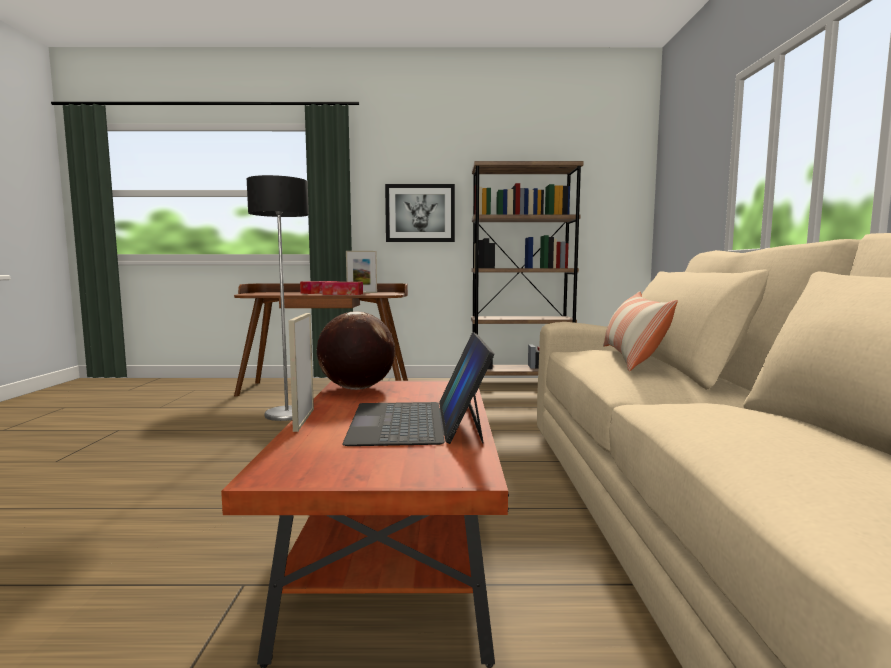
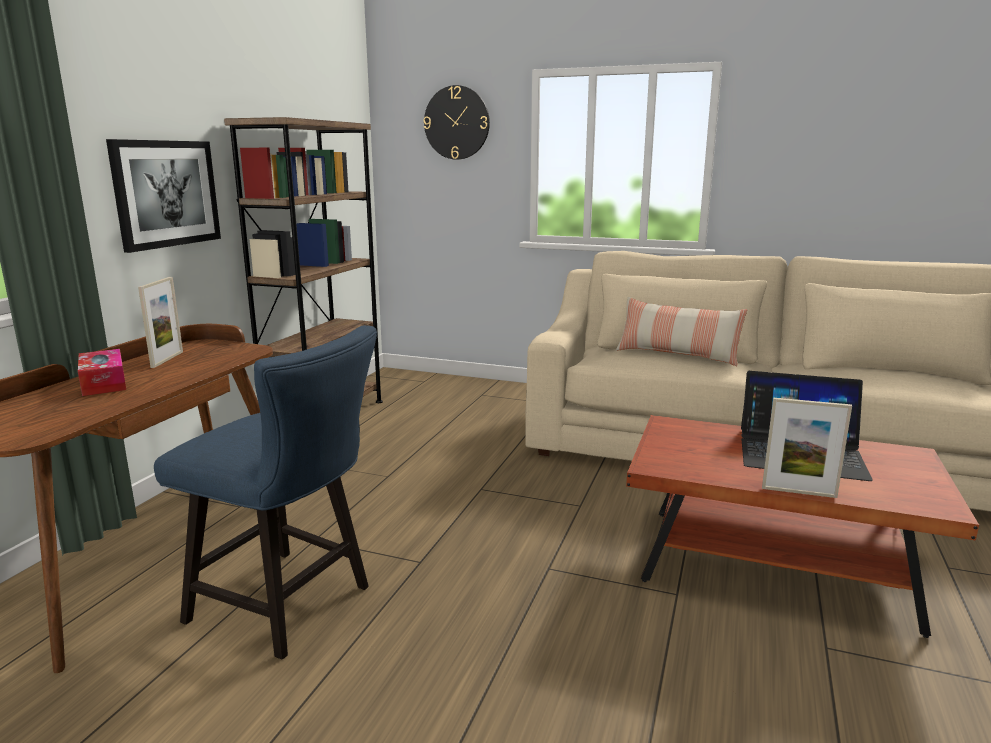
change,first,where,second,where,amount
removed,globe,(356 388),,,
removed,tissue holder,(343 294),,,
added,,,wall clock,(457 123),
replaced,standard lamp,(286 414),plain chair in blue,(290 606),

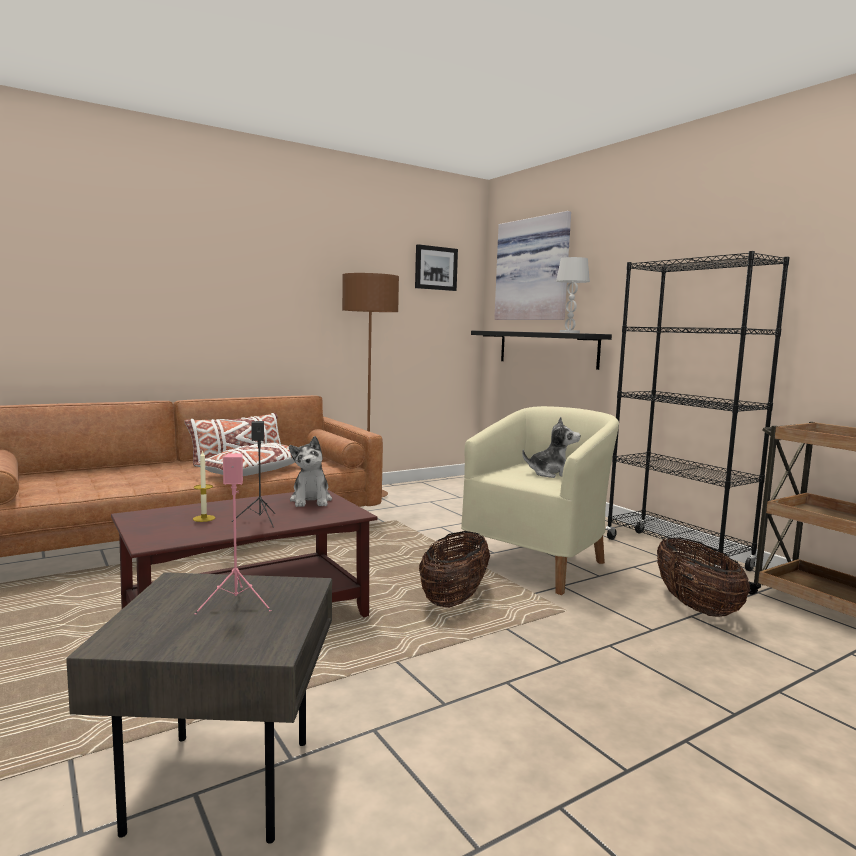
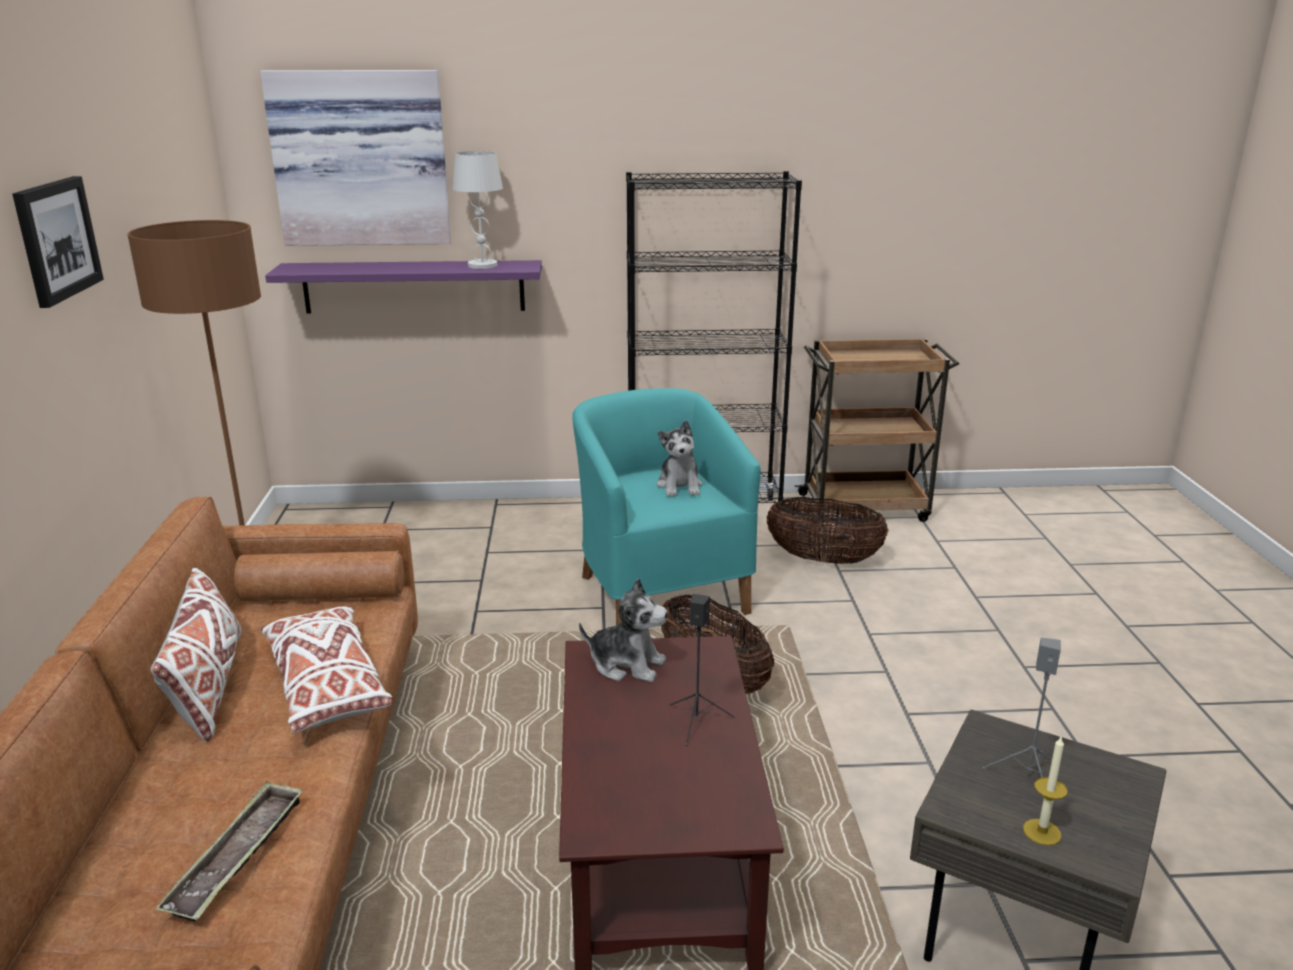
change,first,where,second,where,amount
added,,,serving tray,(237 857),
moved,candle,(204 518),,(1042 832),
moved,wall art,(435 268),,(56 239),
recoloured,loudspeaker in pinkish,(237 603),loudspeaker in grey,(1028 777),
recoloured,lounge chair in beige,(539 563),lounge chair in turquoise,(659 592),
recoloured,bracket shelf in black,(547 348),bracket shelf in purple-coloured,(414 286),
turned,plush toy,(551 474),,(679 486),135 degrees clockwise

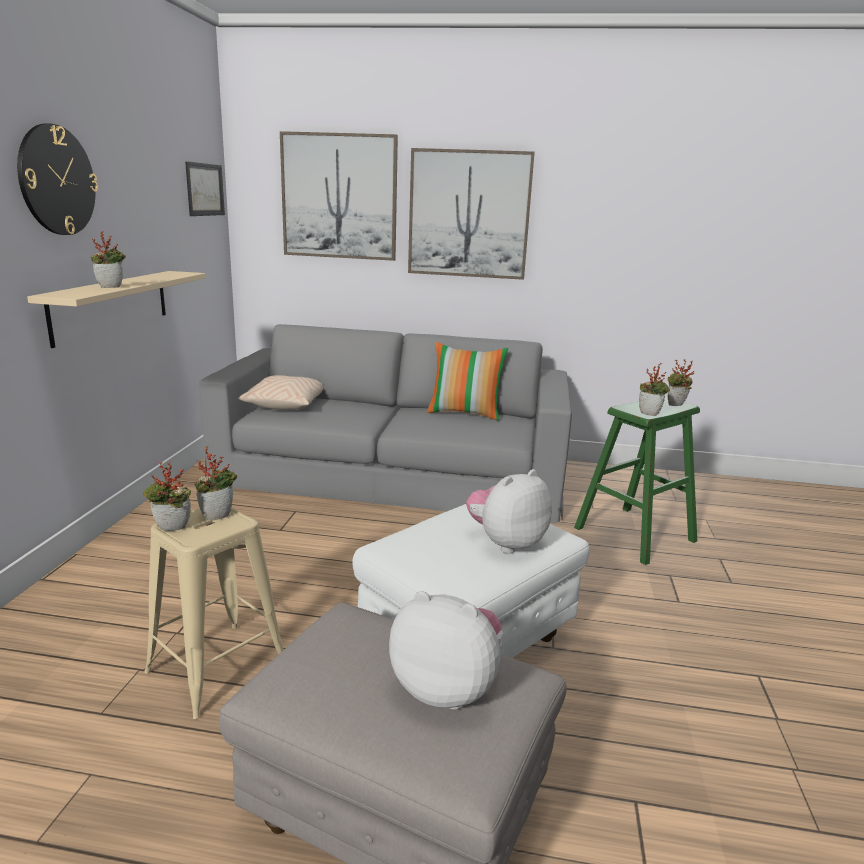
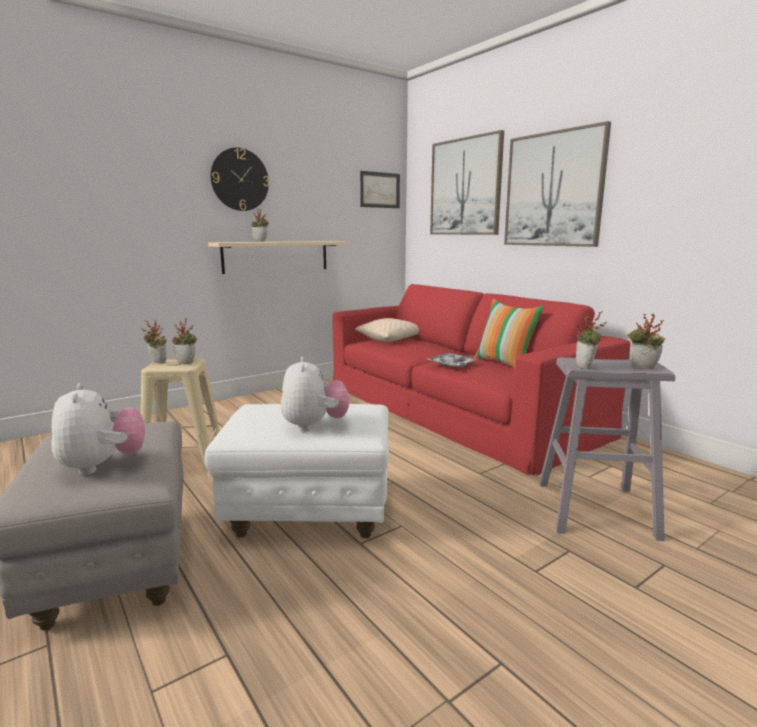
change,first,where,second,where,amount
added,,,serving tray,(451 364),
recoloured,sofa in grey,(393 472),sofa in reddish,(456 407),
recoloured,stool seat in greenish,(635 534),stool seat in grey,(595 509),
turned,plush toy,(506 543),,(314 426),75 degrees clockwise

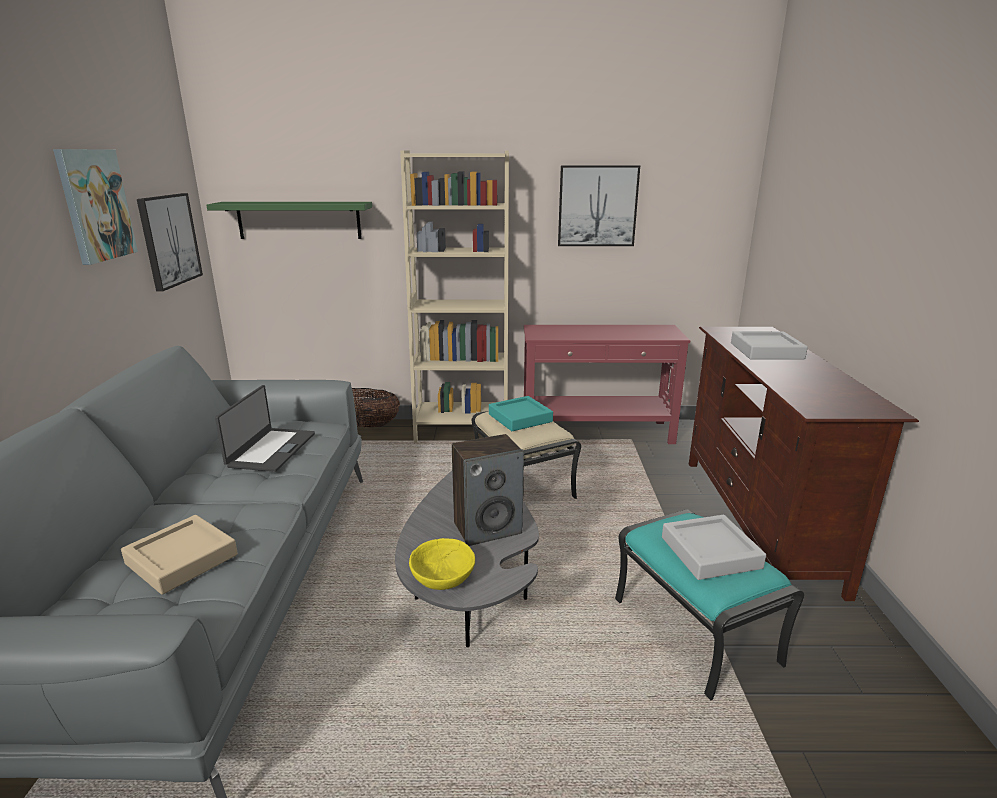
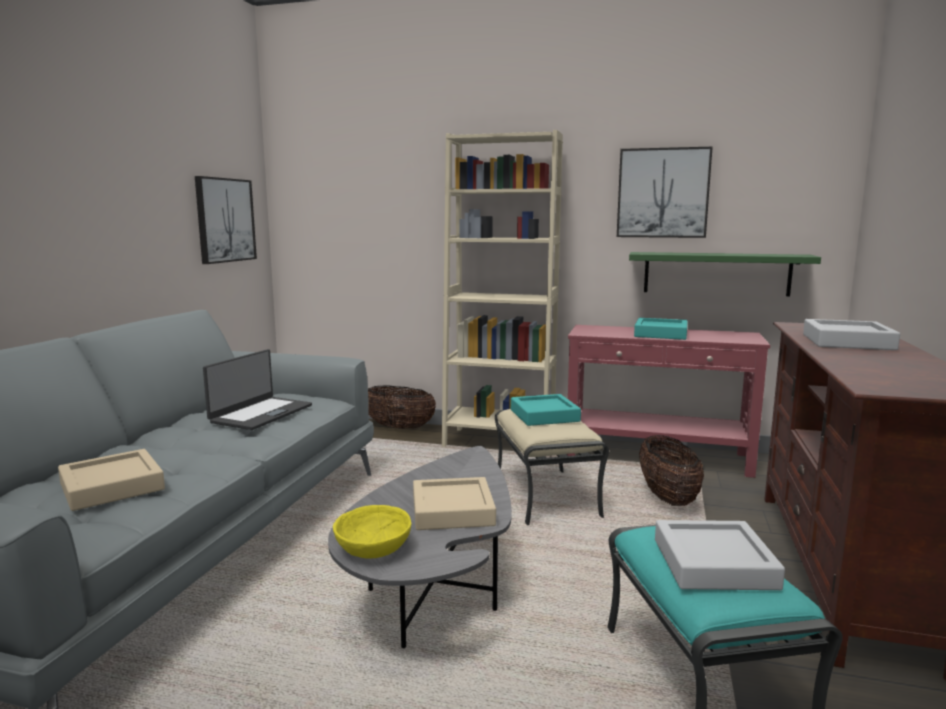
change,first,where,second,where,amount
removed,wall art,(95 205),,,
added,,,serving tray in turquoise,(660 334),
added,,,household basket,(667 497),
moved,bracket shelf in greenish,(299 220),,(716 273),
replaced,loudspeaker,(488 528),serving tray in beige,(452 511),

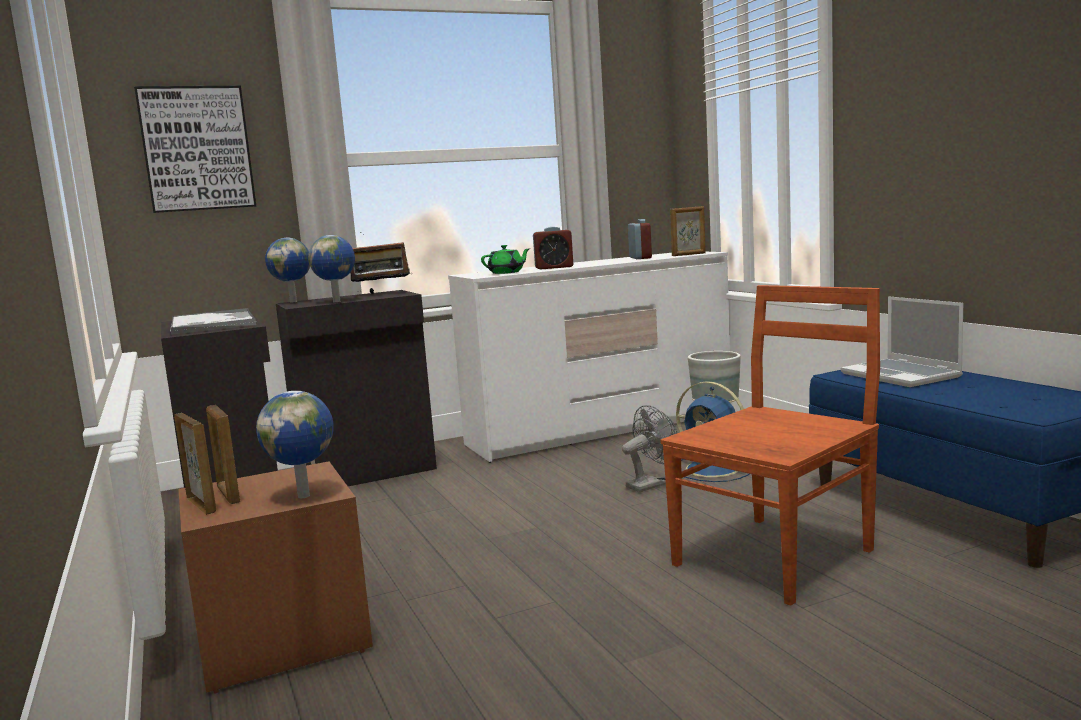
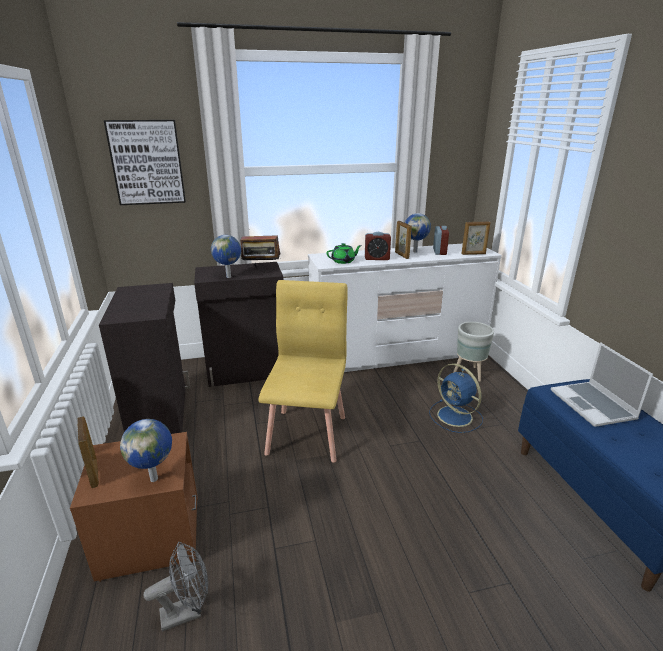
change,first,where,second,where,amount
removed,serving tray,(213 323),,,
removed,plain chair in brownish,(776 556),,,
added,,,plain chair in yellow-coloured,(307 434),
moved,standing frame,(228 495),,(401 255),
moved,globe,(294 301),,(415 251),
moved,fan in grey,(651 484),,(187 611),

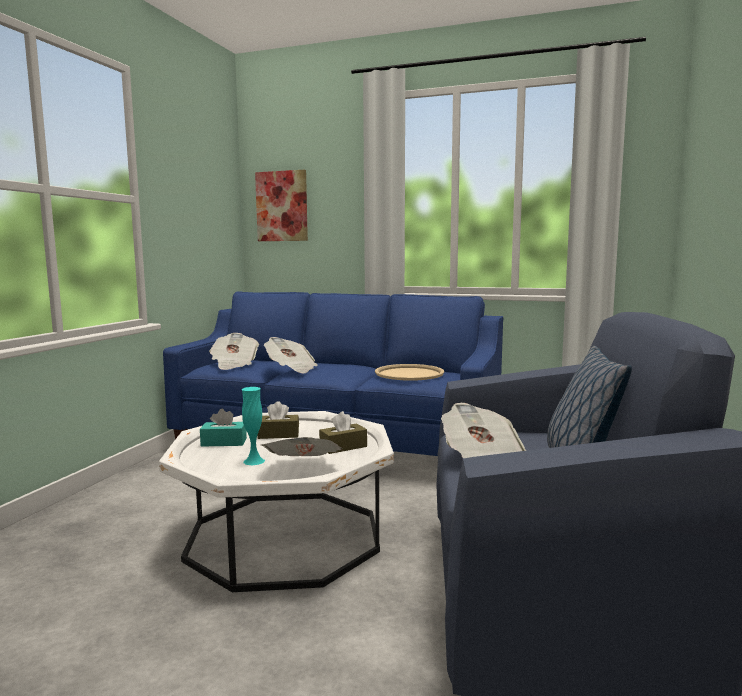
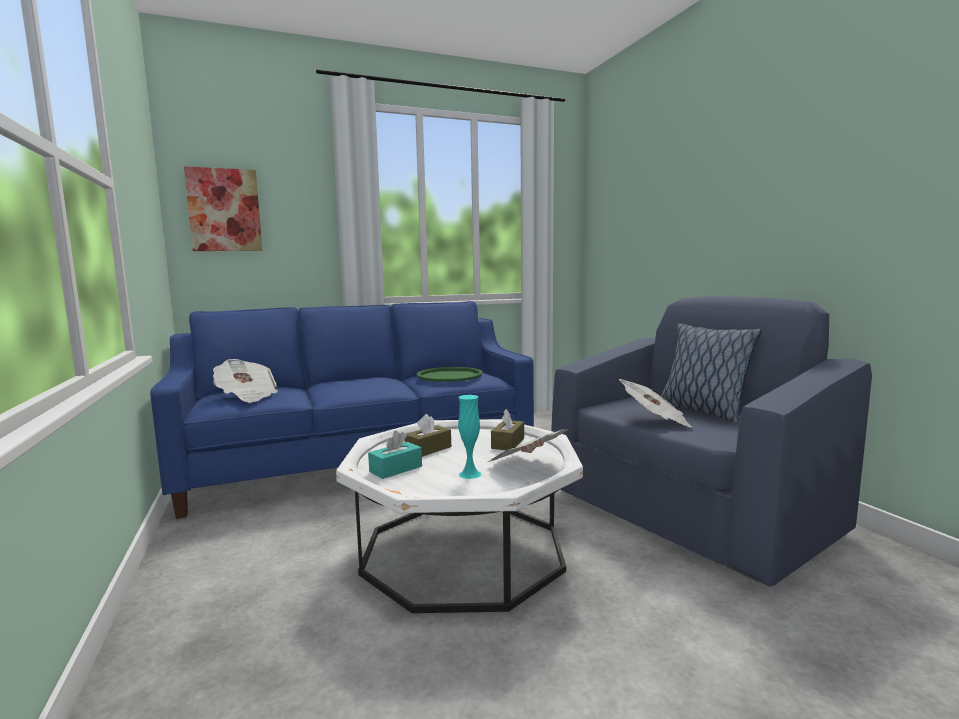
change,first,where,second,where,amount
removed,newspaper,(291 369),,,
recoloured,serving tray in beige,(409 373),serving tray in greenish,(449 375),

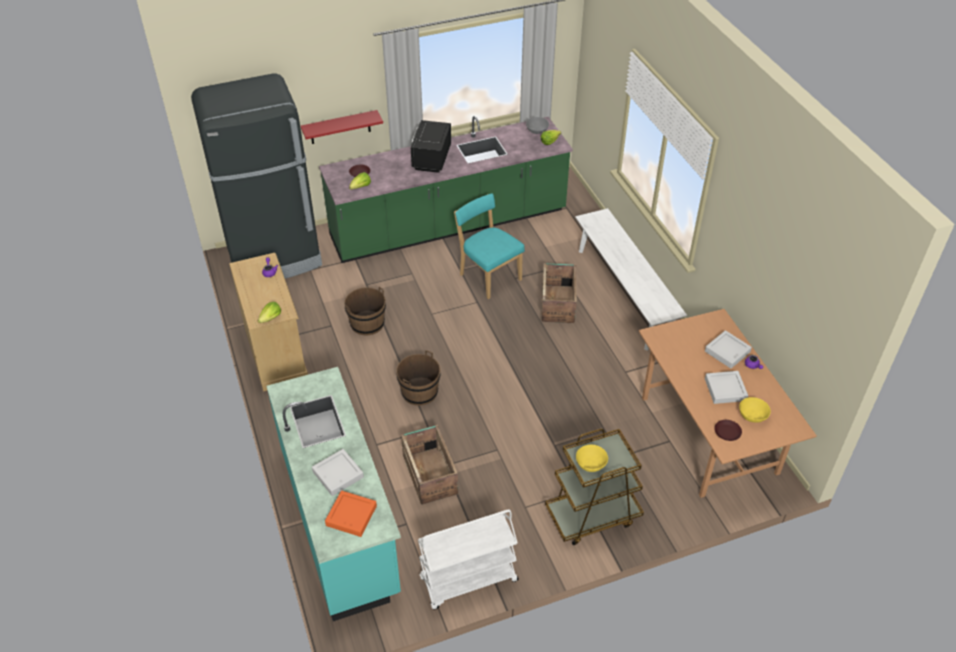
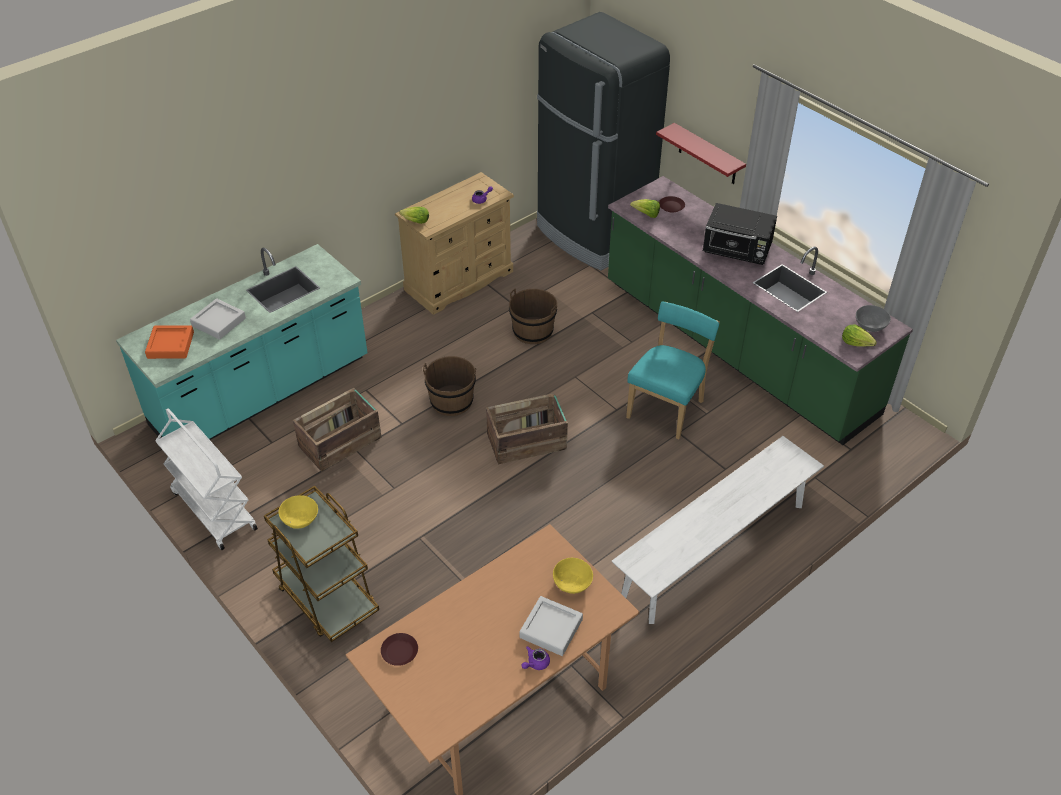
change,first,where,second,where,amount
removed,serving tray in grey,(725 389),,,
moved,packing crate,(558 303),,(528 442),
moved,serving bowl in yellow-coloured,(752 415),,(572 583),
turned,kitchen microwave in black,(431 159),,(737 251),150 degrees counterclockwise

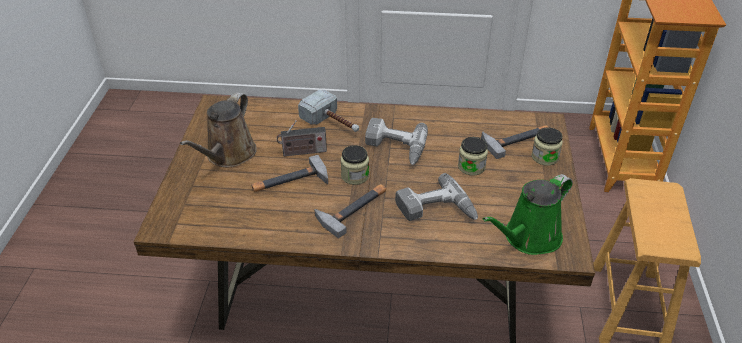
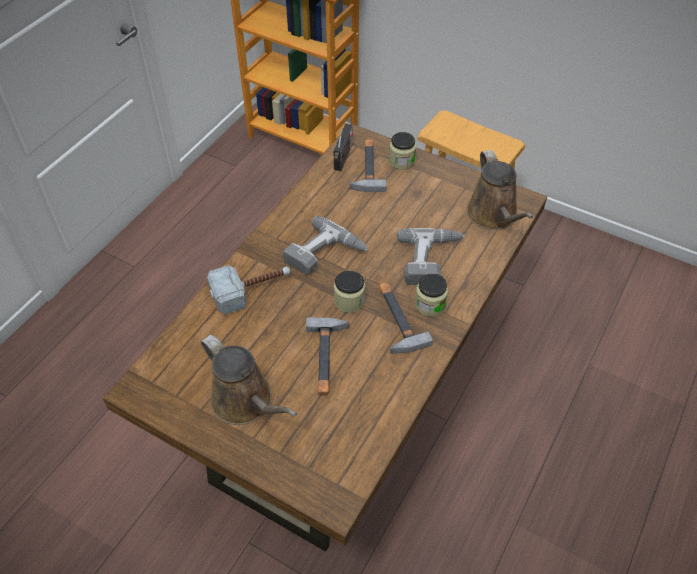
change,first,where,second,where,amount
moved,radio receiver,(302 152),,(343 158),
moved,preserve jar,(471 167),,(430 304),
recoloured,watering pot in greenish,(528 238),watering pot in brownish,(494 216),

